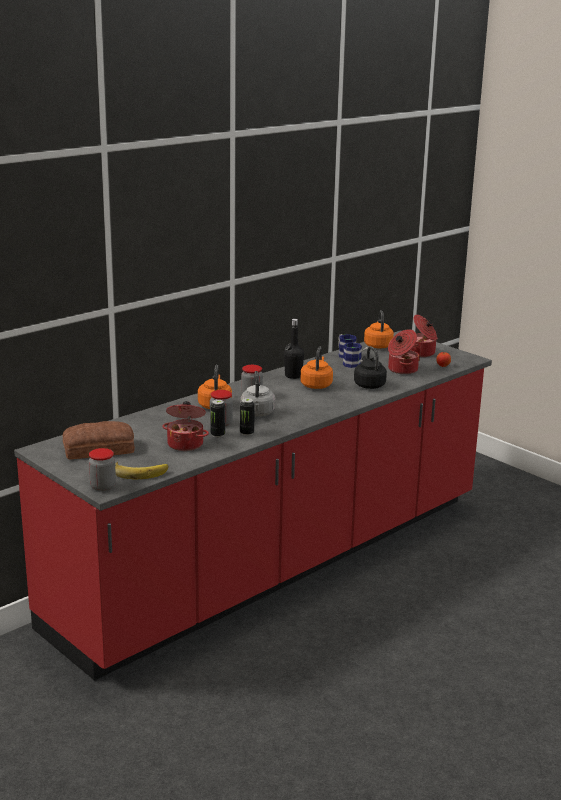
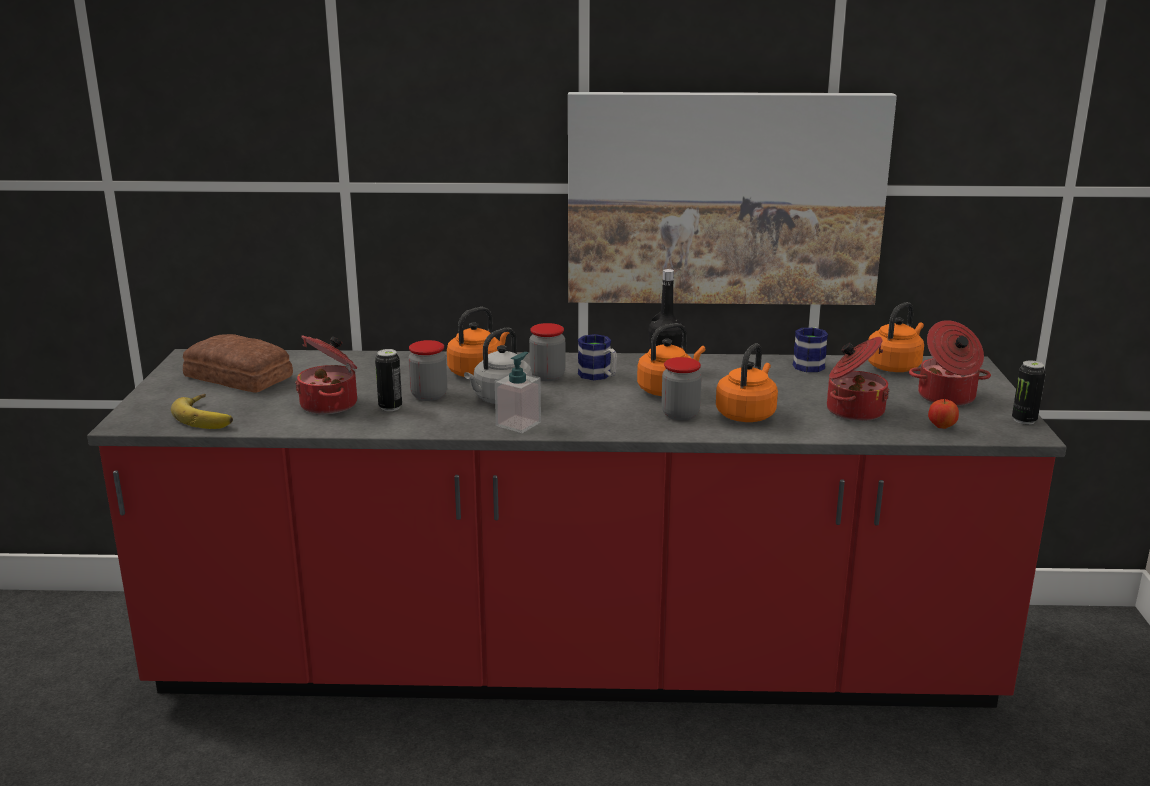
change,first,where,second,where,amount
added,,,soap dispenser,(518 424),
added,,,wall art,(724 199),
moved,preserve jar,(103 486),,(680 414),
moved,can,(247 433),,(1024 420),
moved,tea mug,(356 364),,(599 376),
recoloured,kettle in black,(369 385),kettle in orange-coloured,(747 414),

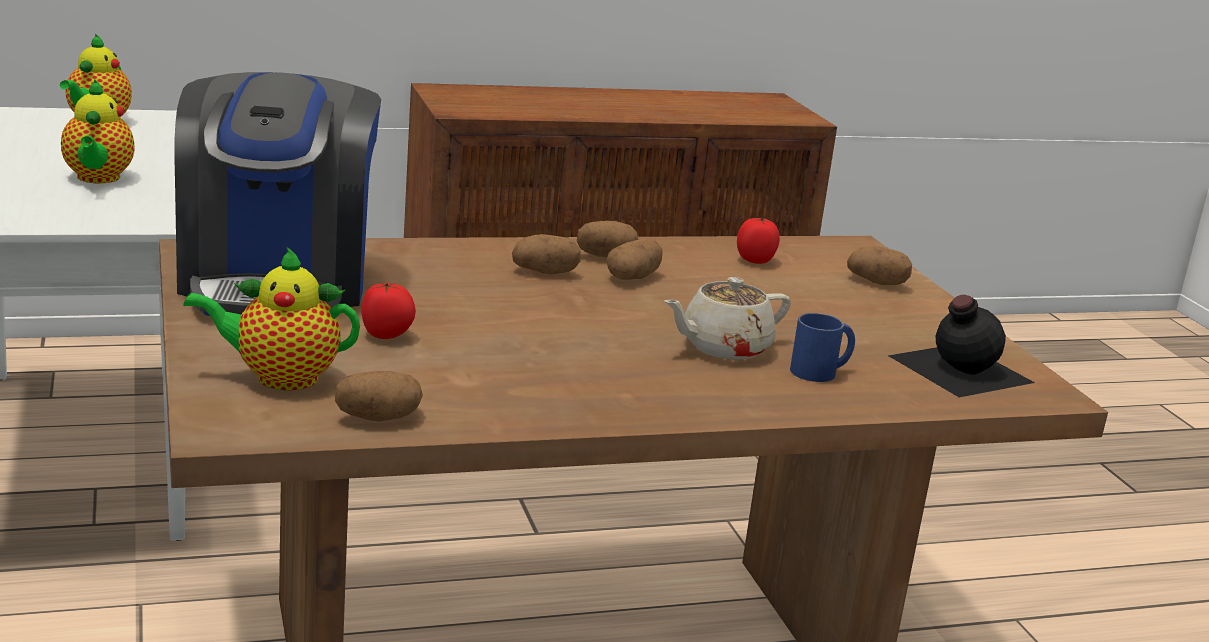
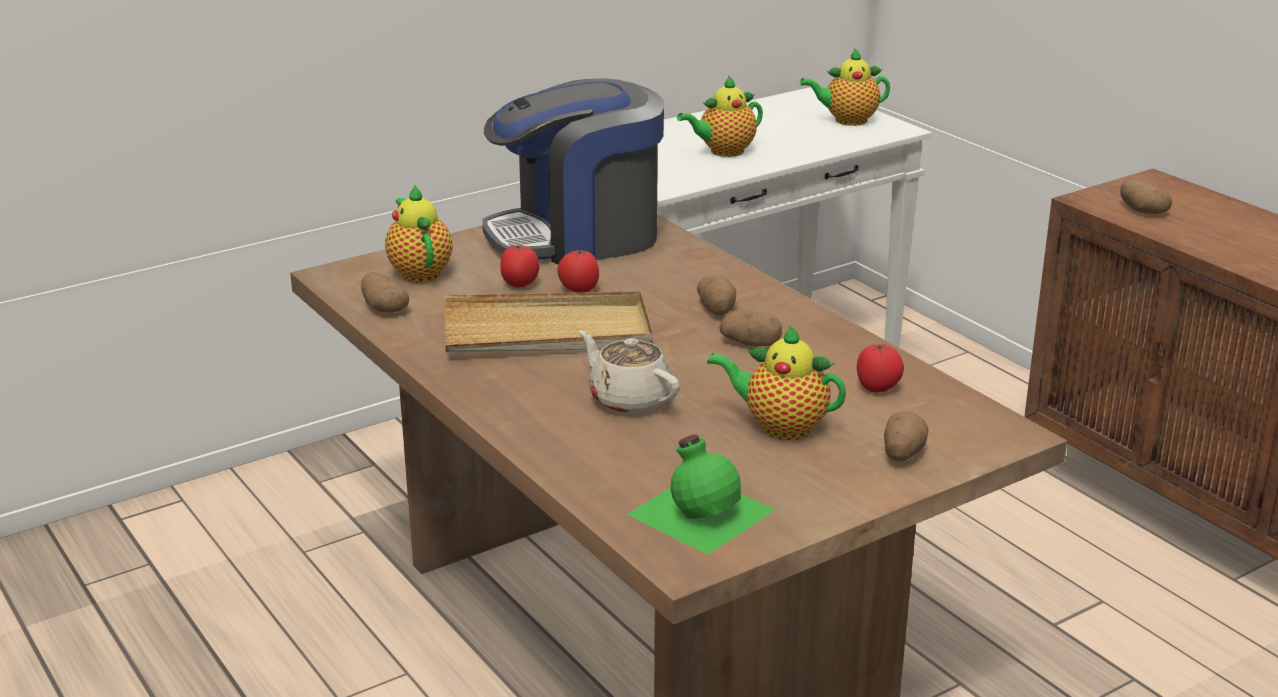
change,first,where,second,where,amount
removed,tea mug in blue,(821 371),,,
added,,,serving tray in beige,(547 332),
added,,,tomato,(578 290),
added,,,pot for tea,(780 427),
moved,spud,(606 256),,(1141 211),
recoloured,bottle in black,(957 368),bottle in greenish,(700 510),

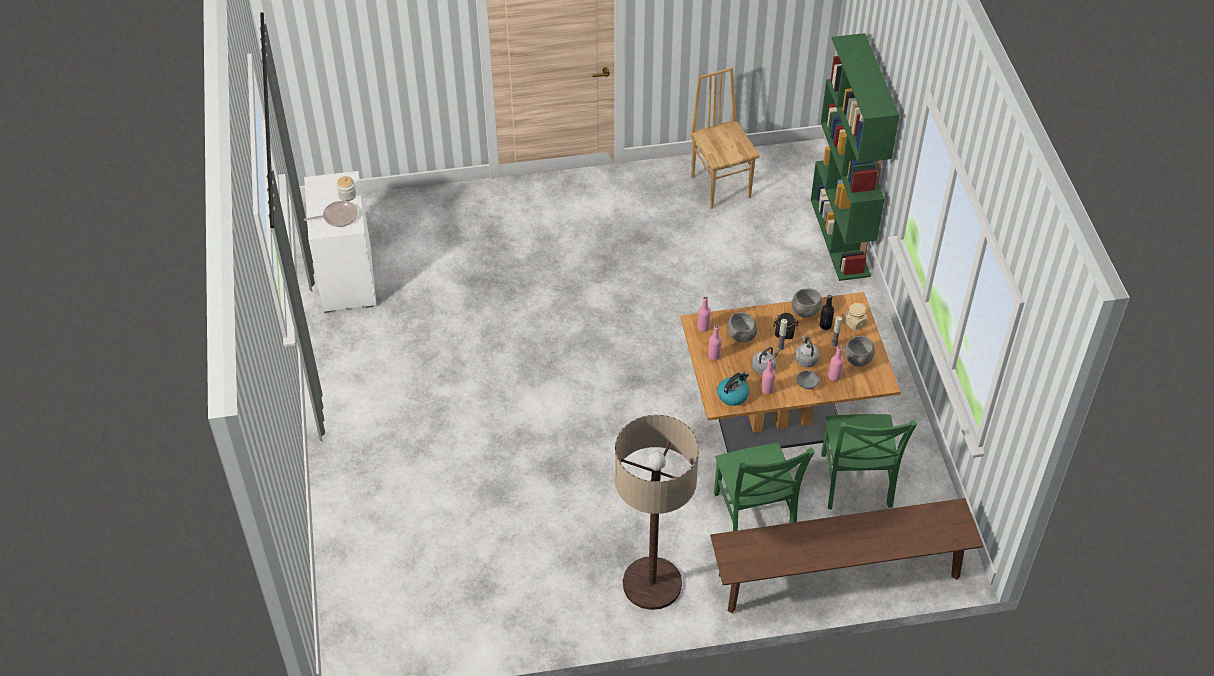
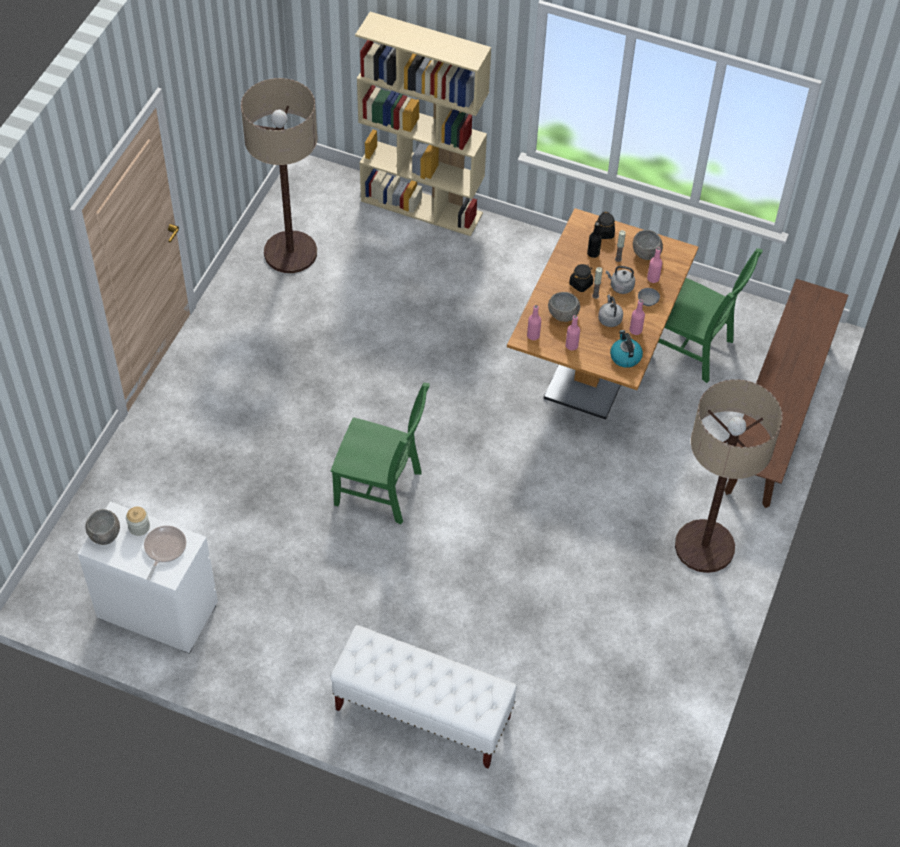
change,first,where,second,where,amount
added,,,long seat in whitish,(422 713),
moved,plain chair in greenish,(754 517),,(382 490),
moved,serving bowl in grey,(805 311),,(104 536),
replaced,plain chair in brownish,(721 186),standard lamp,(290 252),
recoloured,bookshelf in greenish,(840 237),bookshelf in beige,(422 207),
recoloured,preserve jar in beige,(854 323),preserve jar in black,(604 233),

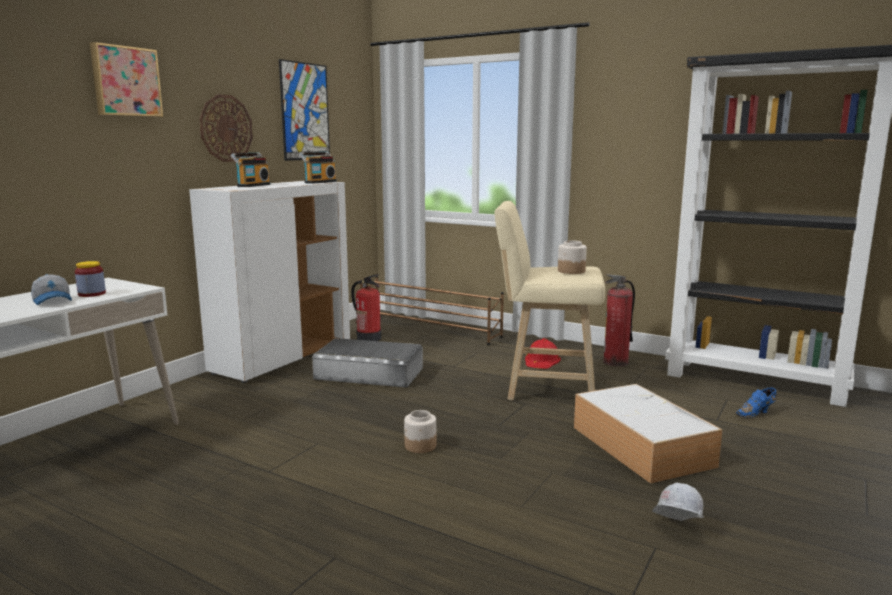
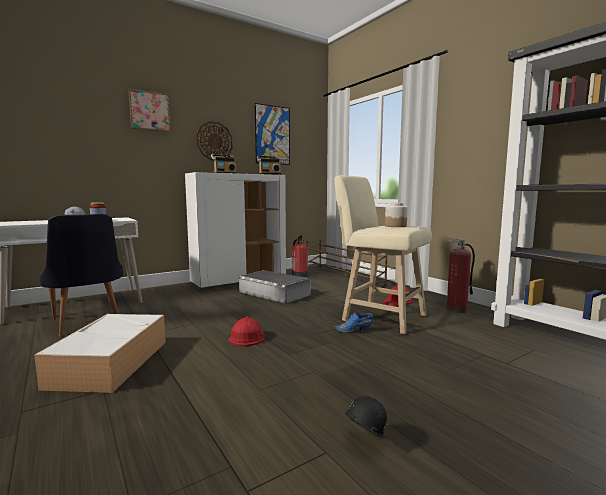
change,first,where,second,where,amount
added,,,plain chair in black,(87 324),
moved,storage box,(639 445),,(111 362),
moved,shoe in blue,(756 413),,(355 331),
replaced,preserve jar,(420 446),work helmet in reddish,(247 337),
recoloured,work helmet in whitish,(675 529),work helmet in black,(363 442),

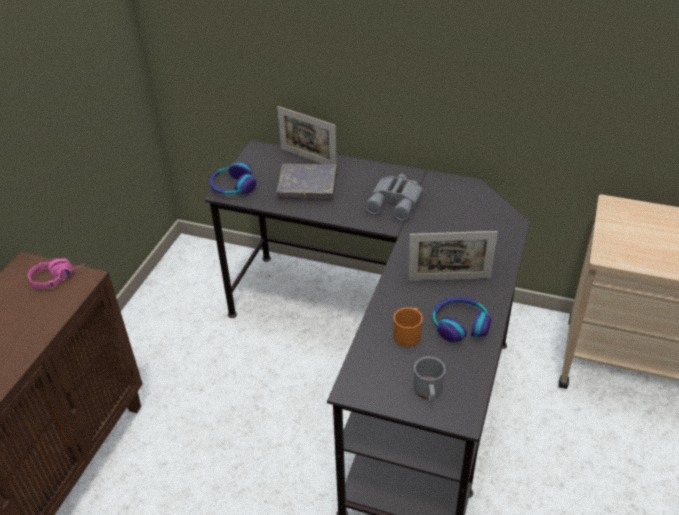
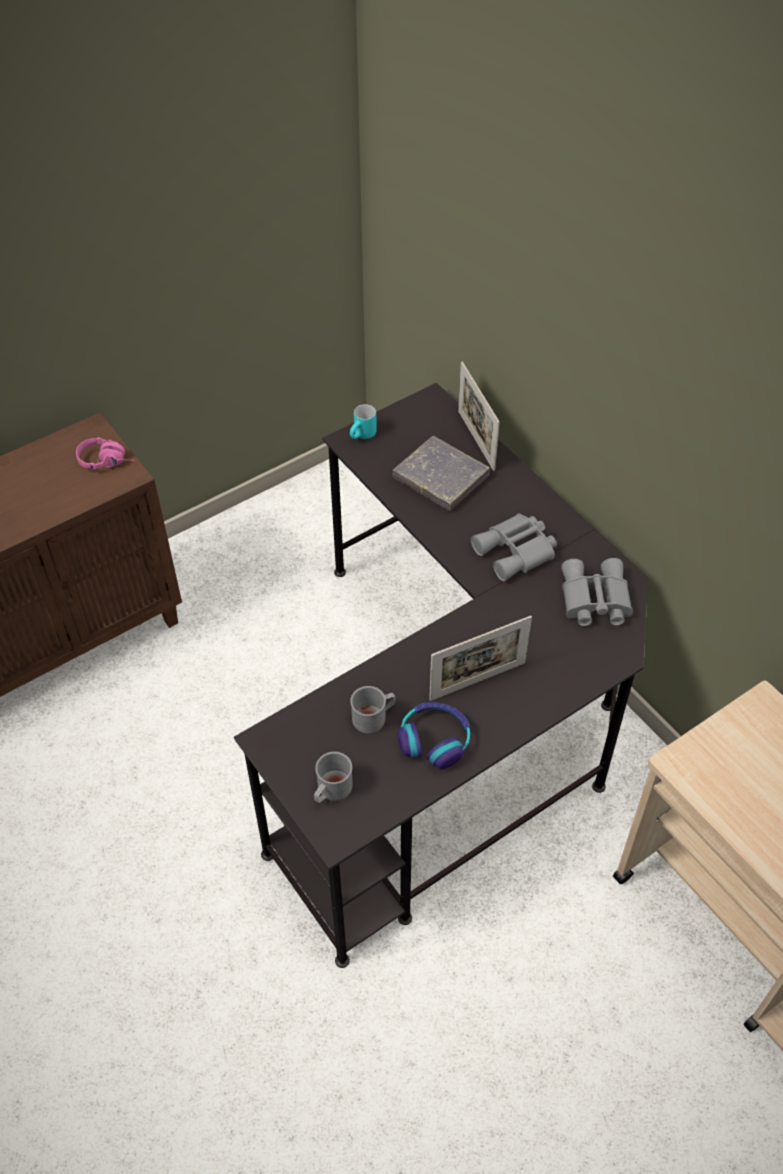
change,first,where,second,where,amount
added,,,binoculars in grey,(593 600),
replaced,headphones,(233 186),tea mug in turquoise,(363 436),
recoloured,tea mug in orange-coloured,(408 333),tea mug in grey,(374 717),
turned,standing frame,(449 279),,(477 681),60 degrees counterclockwise

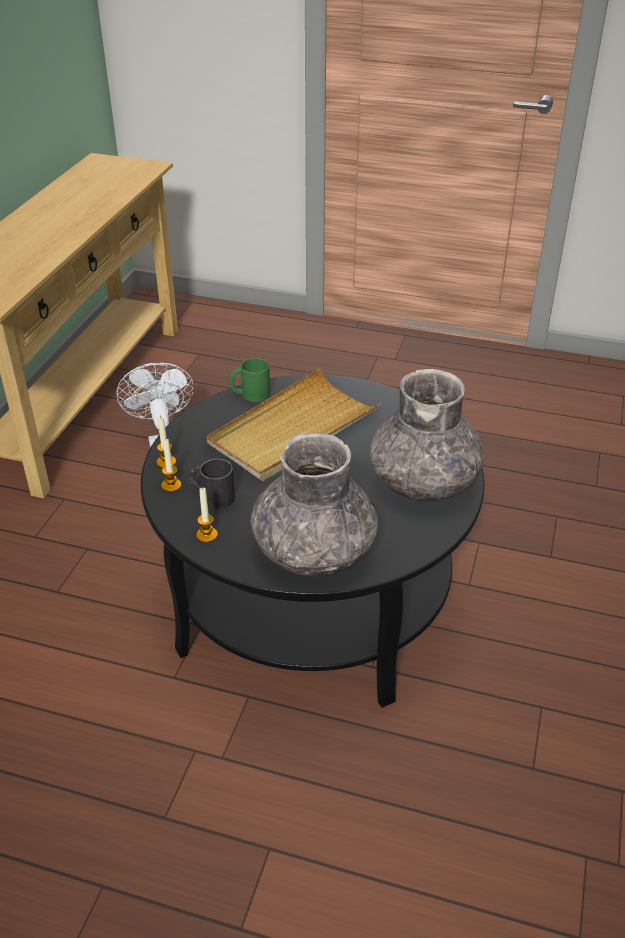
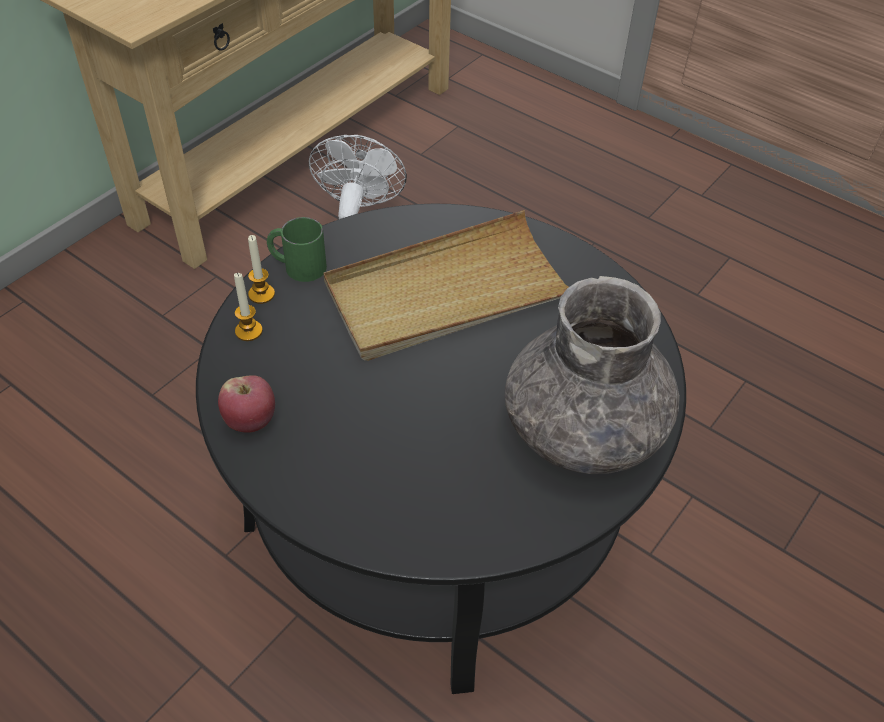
change,first,where,second,where,amount
removed,tea mug in black,(212 496),,,
removed,flower vase in grey,(314 551),,,
moved,tea mug in greenish,(250 394),,(297 266),
replaced,candle,(207 535),whole apple,(251 421),

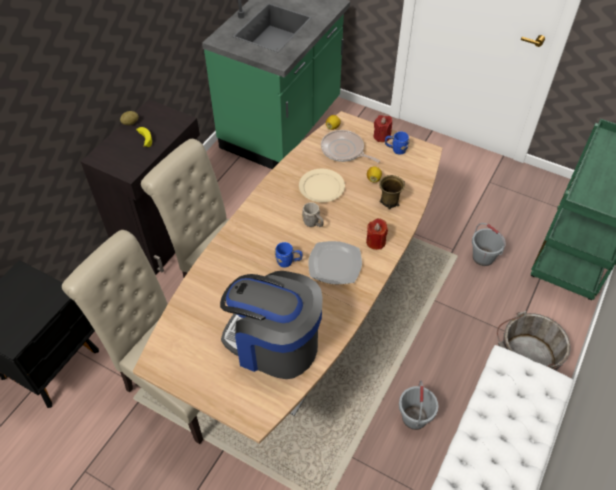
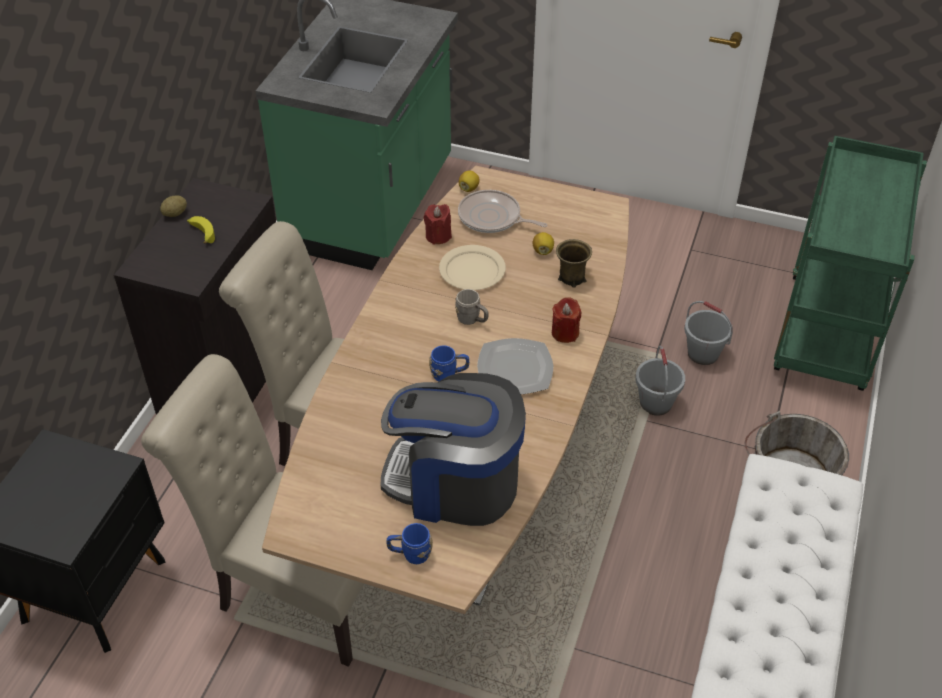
change,first,where,second,where,amount
moved,candle in reddish,(382 136),,(438 236),
moved,tea mug in blue,(395 149),,(410 554),
moved,pail in grey,(414 417),,(655 403),

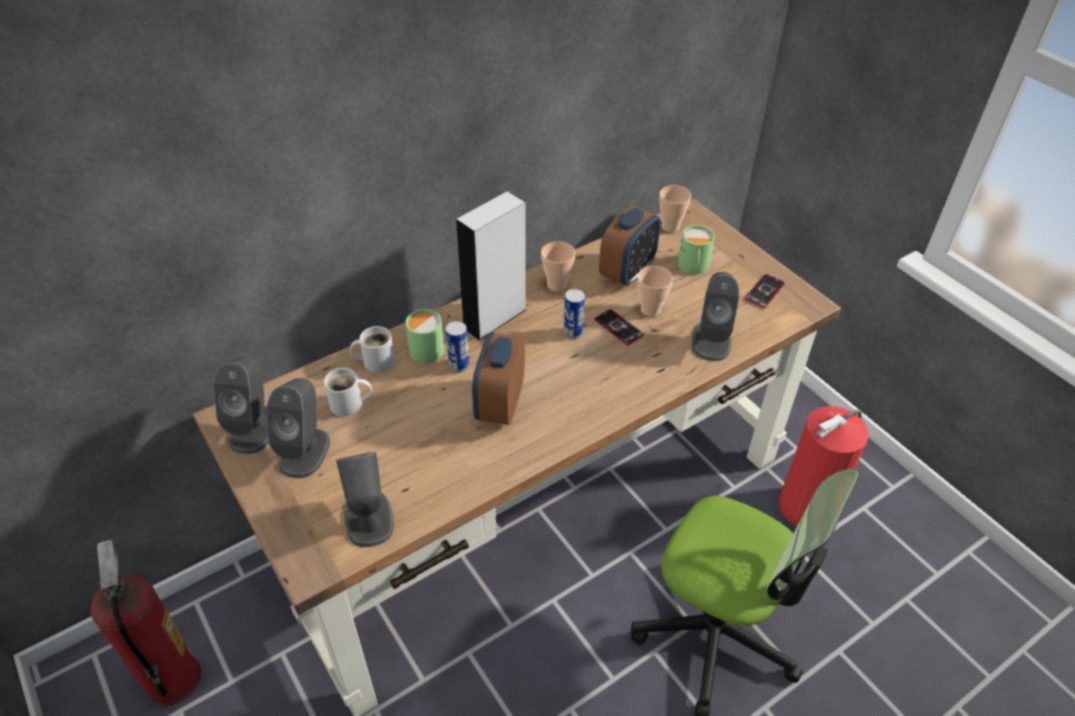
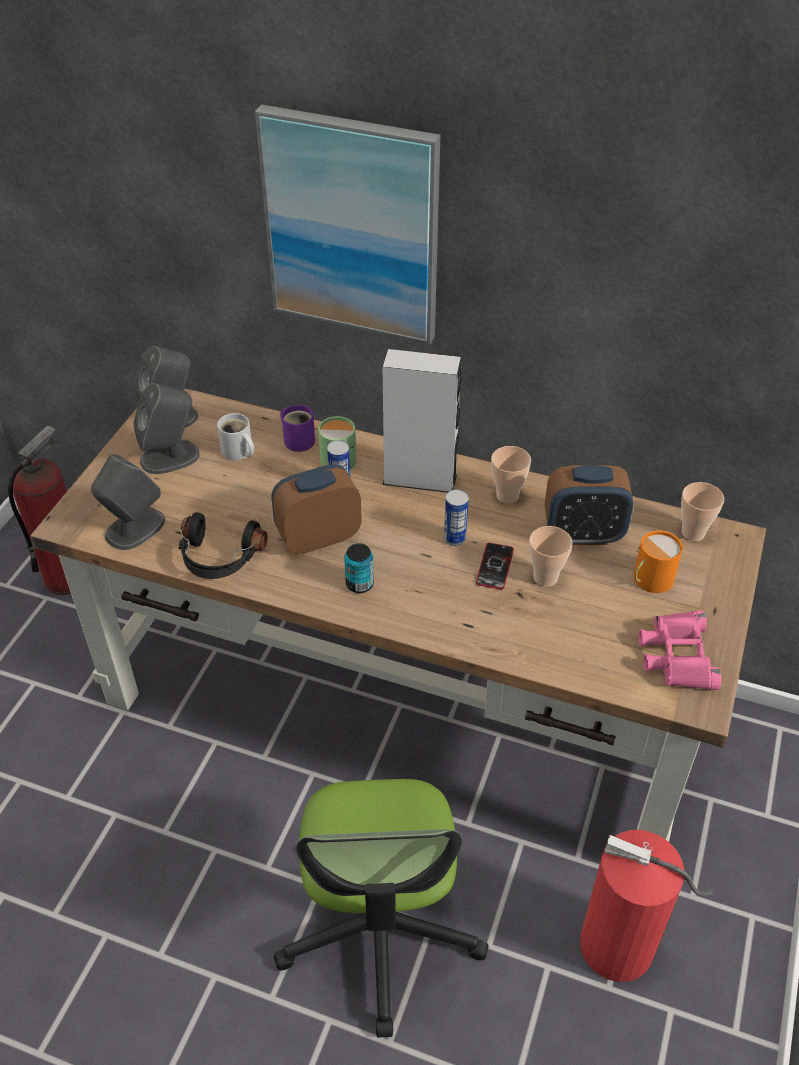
change,first,where,second,where,amount
removed,loudspeaker in grey,(711 340),,,
added,,,headphones in black,(219 558),
added,,,wall art,(352 226),
added,,,can,(359 584),
replaced,handset,(764 292),binoculars in pinkish,(676 655),
recoloured,tea mug in whitish,(376 361),tea mug in purple-coloured,(298 439),
recoloured,tea mug in greenish,(693 266),tea mug in orange-coloured,(649 579),

